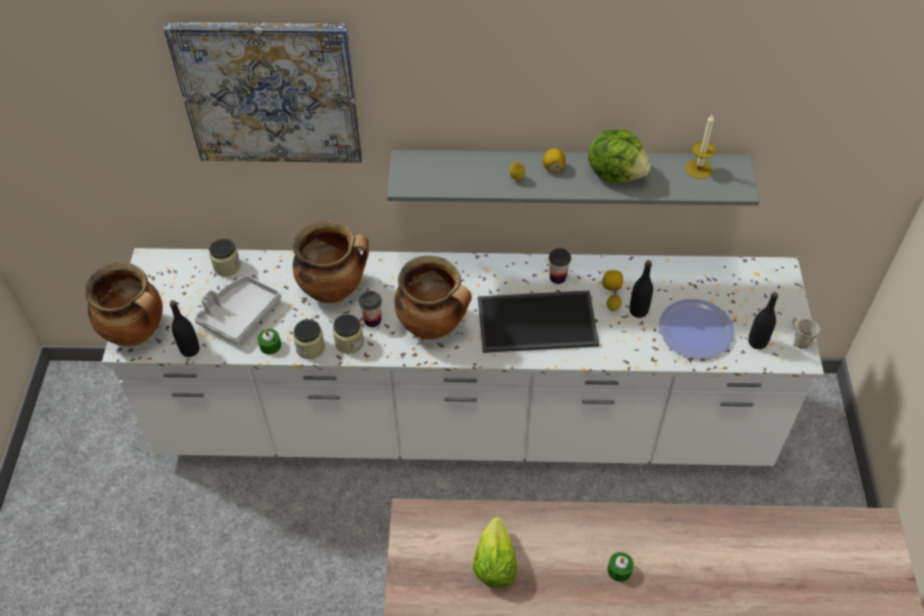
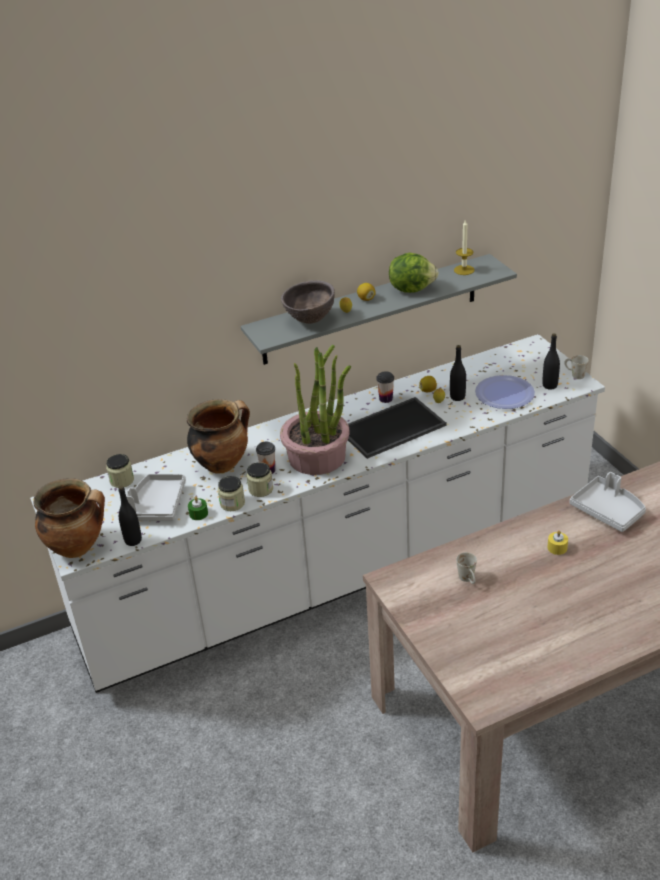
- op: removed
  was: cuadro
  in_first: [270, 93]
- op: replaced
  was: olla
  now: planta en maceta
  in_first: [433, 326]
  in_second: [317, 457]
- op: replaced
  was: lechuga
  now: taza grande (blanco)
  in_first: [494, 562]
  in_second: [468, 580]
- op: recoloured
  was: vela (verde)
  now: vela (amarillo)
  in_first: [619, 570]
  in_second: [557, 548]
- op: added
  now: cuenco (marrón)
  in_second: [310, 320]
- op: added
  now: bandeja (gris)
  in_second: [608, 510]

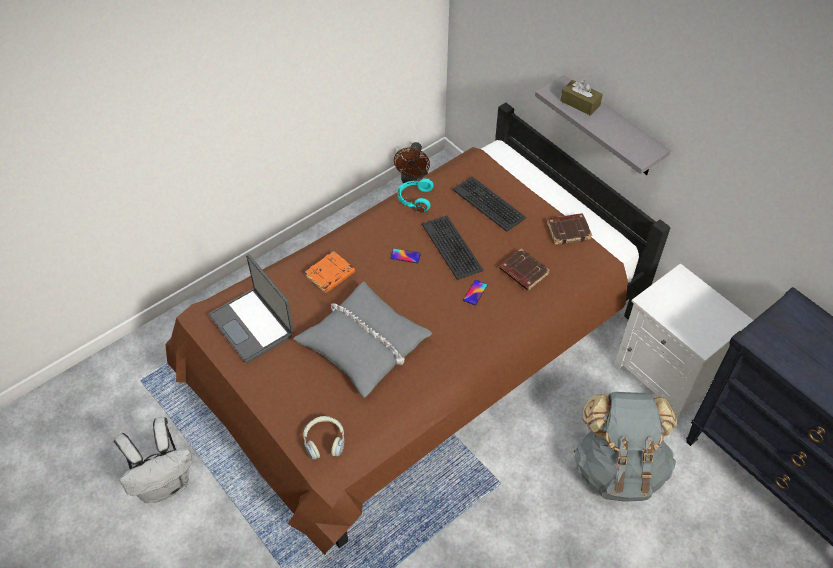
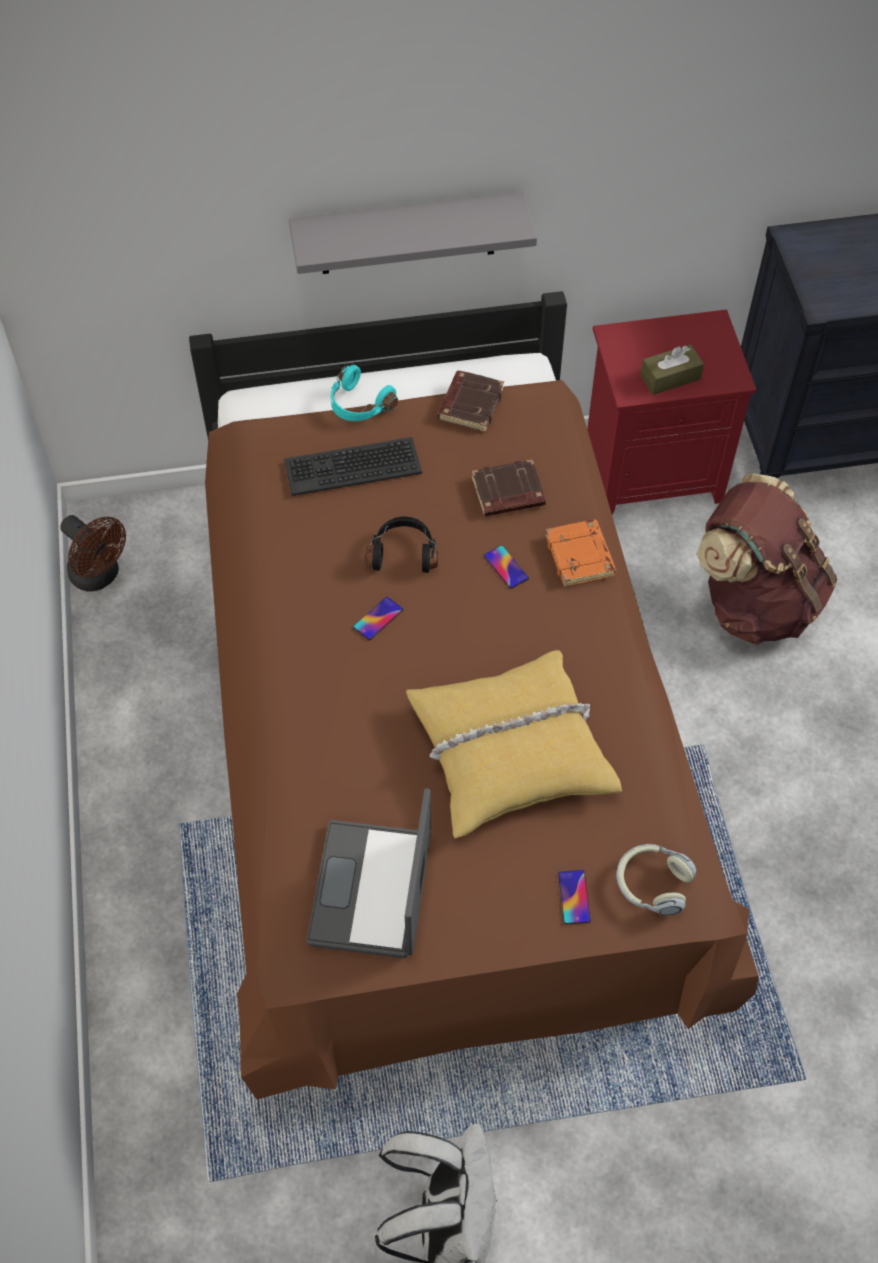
- op: moved
  was: caja de pañuelos (marrón)
  in_first: [580, 103]
  in_second: [670, 377]
- op: moved
  was: auriculares (turquesa)
  in_first: [415, 199]
  in_second: [359, 405]
- op: replaced
  was: teclado
  now: auriculares (negro)
  in_first: [452, 247]
  in_second: [403, 552]
- op: moved
  was: libro (naranja)
  in_first: [330, 275]
  in_second: [581, 557]
- op: turned
  was: portátil
  in_first: [253, 325]
  in_second: [373, 890]
  clockwise: 105
- op: recoloured
  was: mesita de noche (blanco)
  now: mesita de noche (rojo)
  in_first: [667, 376]
  in_second: [653, 471]
- op: recoloured
  was: cojín (gris)
  now: cojín (amarillo)
  in_first: [364, 344]
  in_second: [510, 751]
- op: recoloured
  was: mochila (gris)
  now: mochila (marrón)
  in_first: [618, 468]
  in_second: [754, 601]
- op: added
  now: móvil
  in_second: [574, 897]

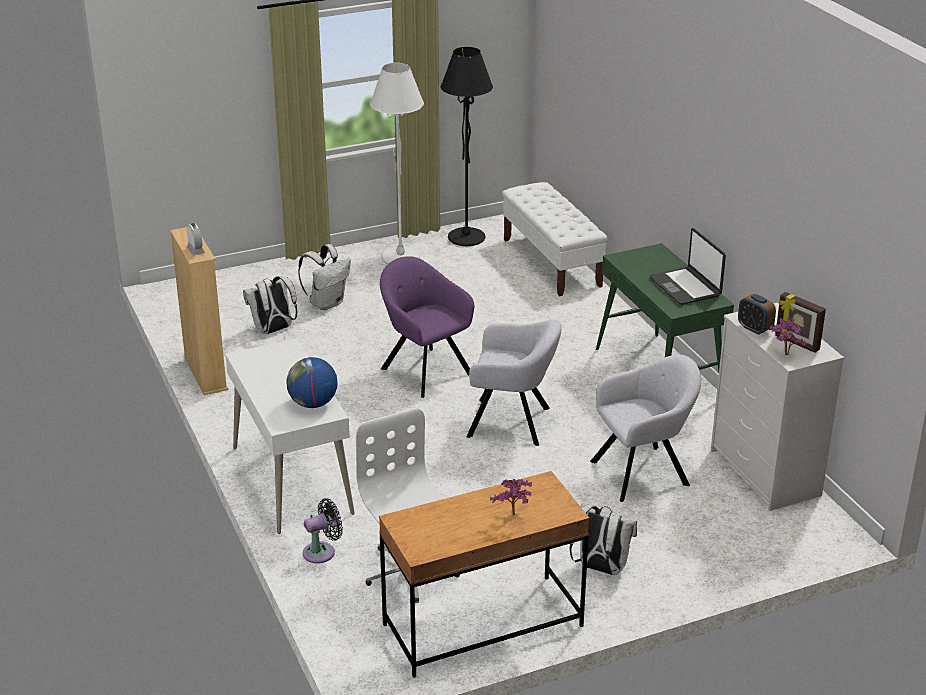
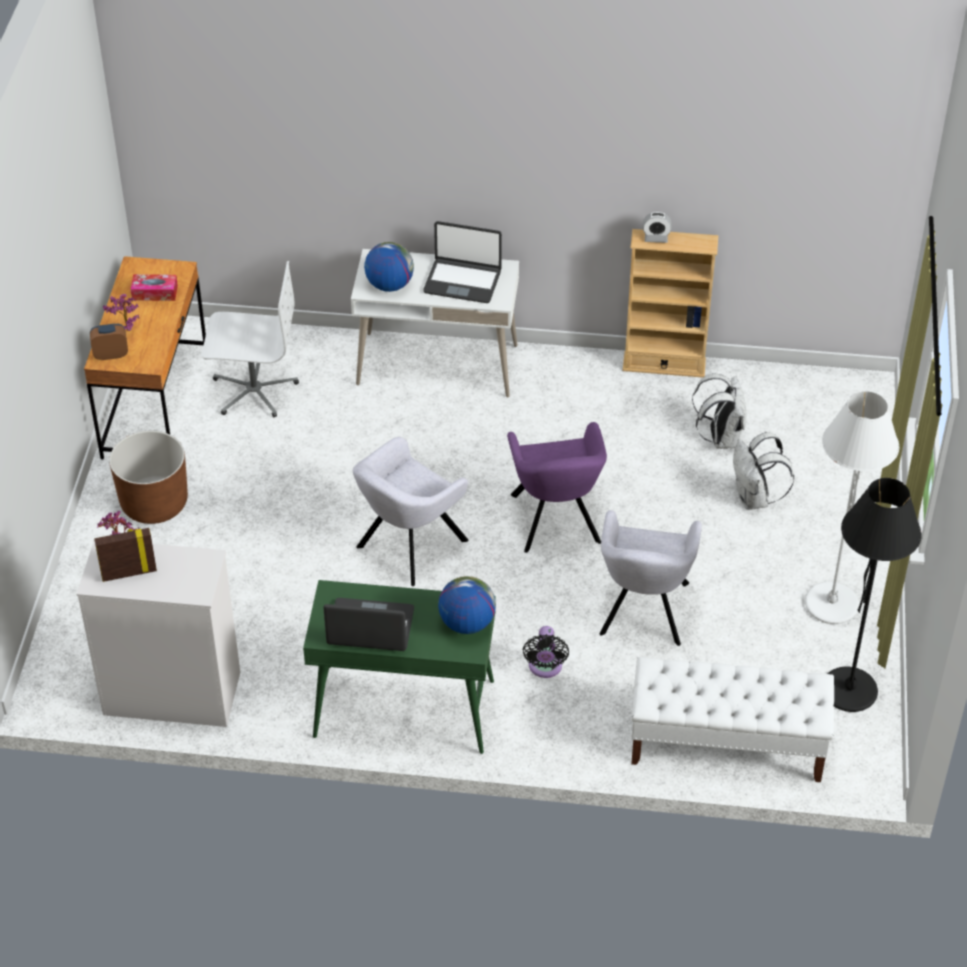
- op: turned
  was: sillón (morado)
  in_first: [424, 370]
  in_second: [556, 521]
  clockwise: 90
- op: moved
  was: despertador
  in_first: [754, 329]
  in_second: [111, 354]
- op: moved
  was: sillón (gris)
  in_first: [643, 472]
  in_second: [644, 612]
- op: moved
  was: ventilador (negro)
  in_first: [322, 552]
  in_second: [545, 668]
- op: replaced
  was: mochila (blanco)
  now: maceta (marrón)
  in_first: [600, 568]
  in_second: [154, 503]
- op: added
  now: portátil
  in_second: [462, 281]
- op: added
  now: caja de pañuelos
  in_second: [155, 293]
- op: added
  now: globo terráqueo
  in_second: [466, 623]

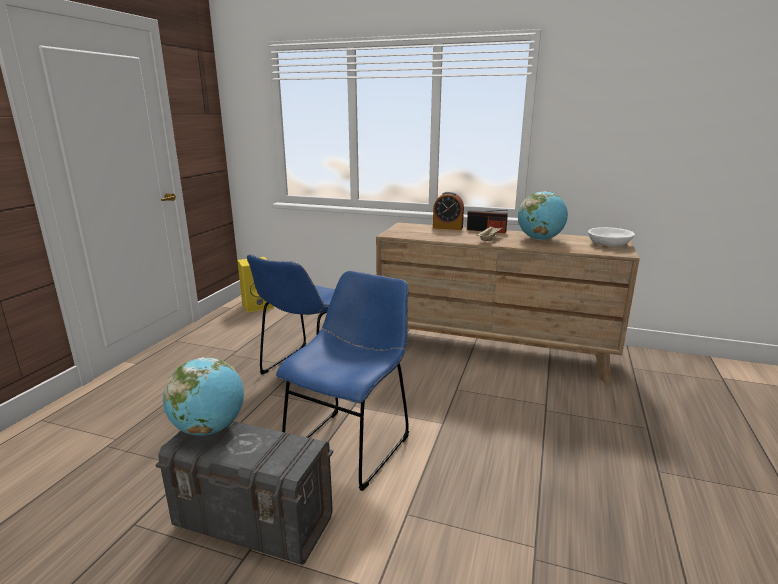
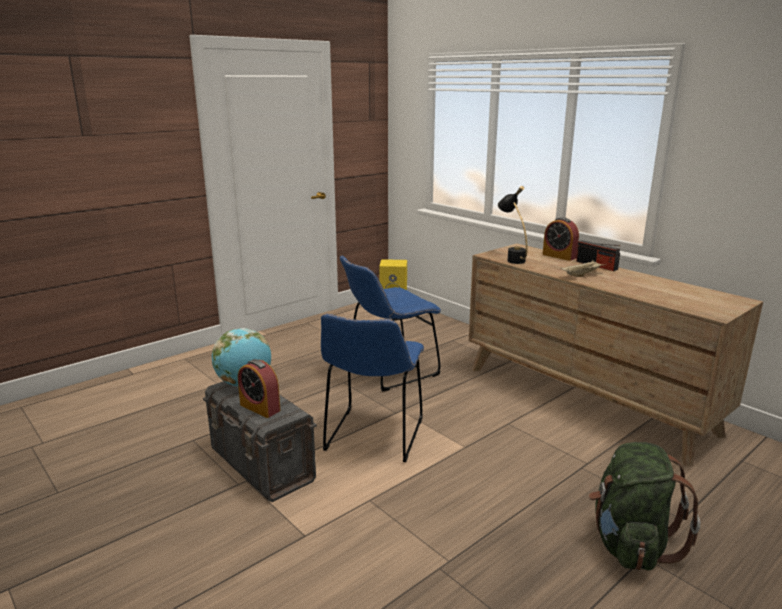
- op: removed
  was: globo terráqueo
  in_first: [540, 239]
- op: removed
  was: cuenco (blanco)
  in_first: [609, 244]
- op: turned
  was: silla (azul)
  in_first: [351, 443]
  in_second: [373, 438]
  clockwise: 135
- op: added
  now: lámpara de mesa (negro)
  in_second: [512, 259]
- op: added
  now: despertador
  in_second: [260, 407]
- op: added
  now: mochila (verde)
  in_second: [630, 544]

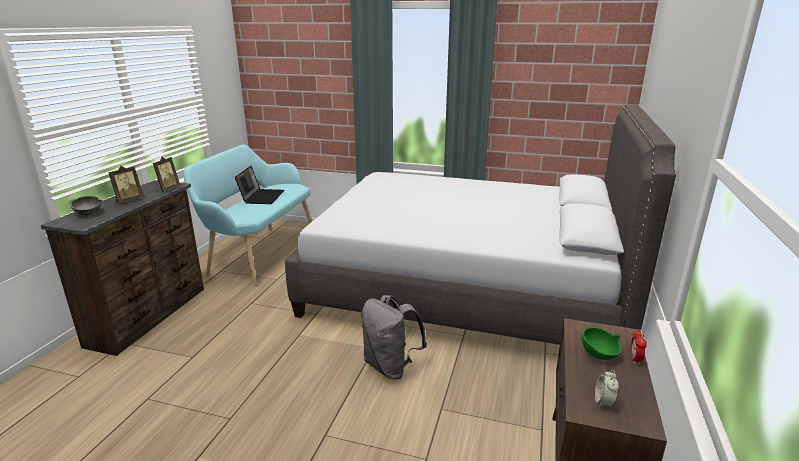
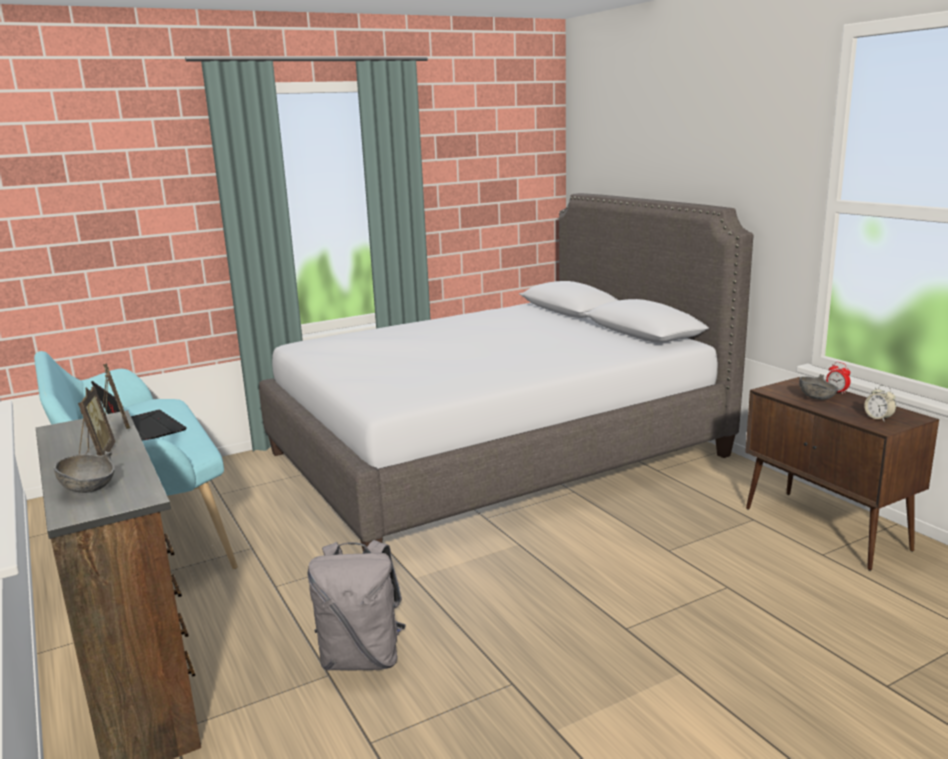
- op: moved
  was: mochila (gris)
  in_first: [390, 366]
  in_second: [362, 658]
- op: recoloured
  was: cuenco (verde)
  now: cuenco (gris)
  in_first: [599, 354]
  in_second: [817, 398]

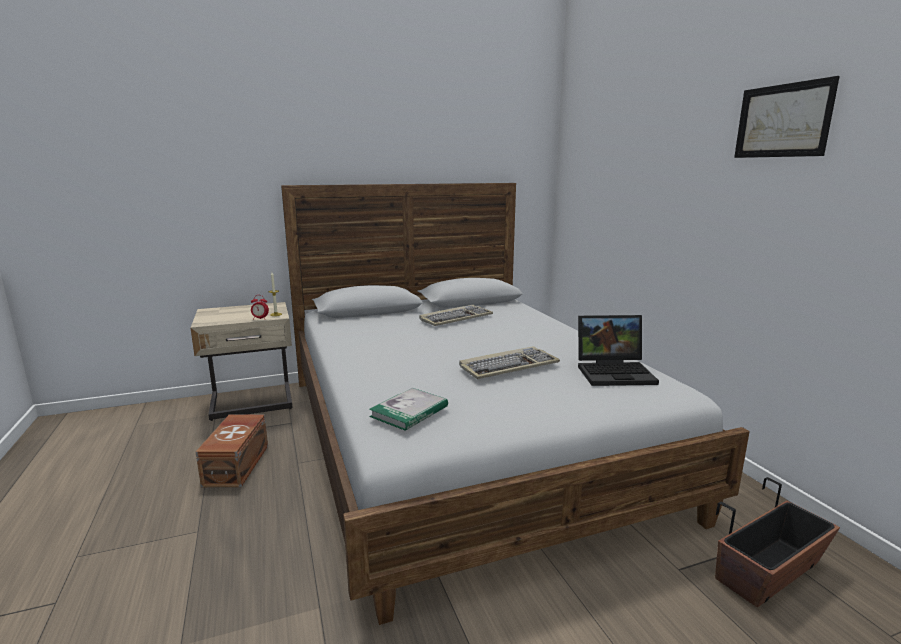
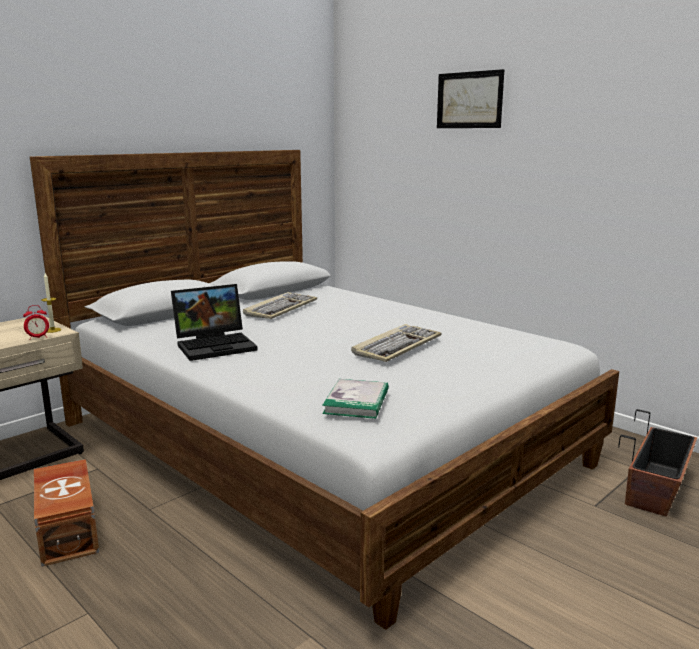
- op: moved
  was: cuadro
  in_first: [782, 121]
  in_second: [469, 100]
- op: moved
  was: portátil
  in_first: [615, 372]
  in_second: [216, 345]

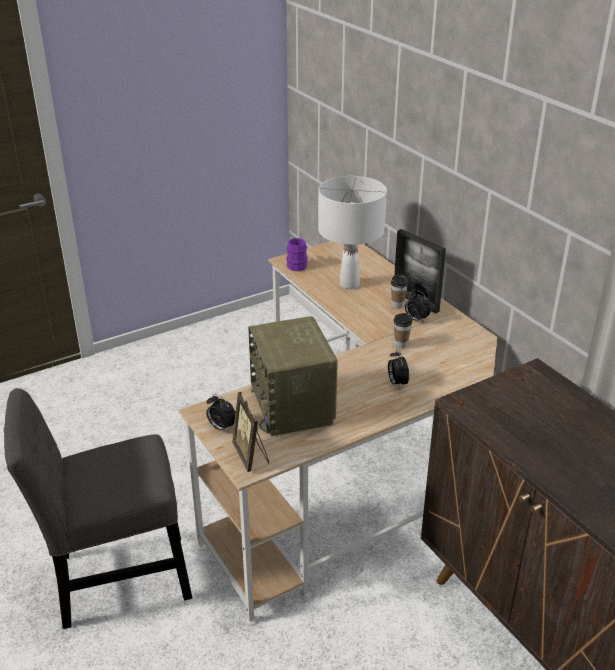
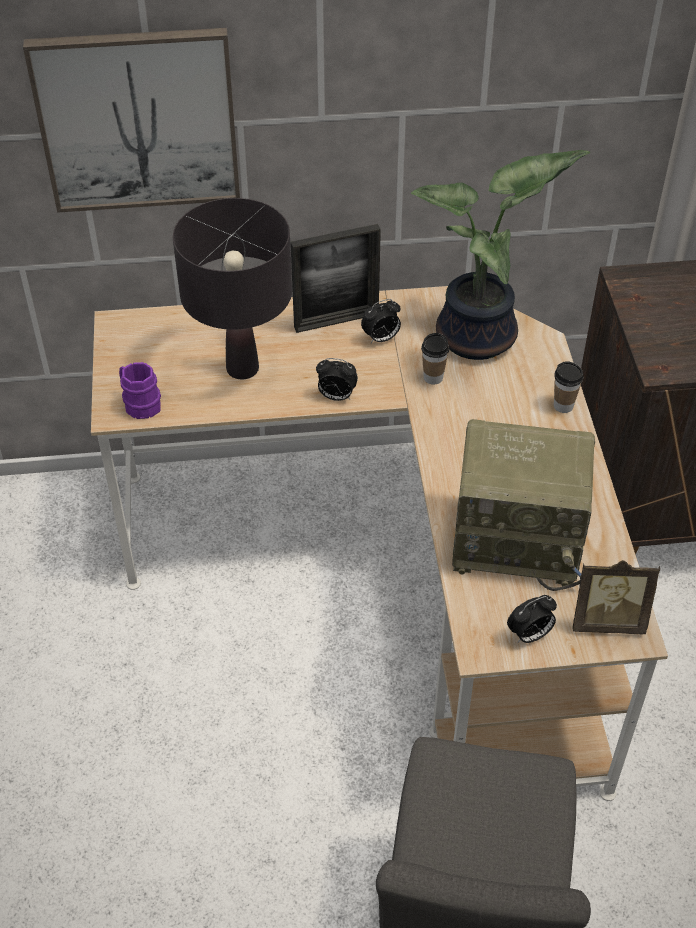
- op: recoloured
  was: lámpara de mesa (blanco)
  now: lámpara de mesa (negro)
  in_first: [349, 284]
  in_second: [242, 369]
- op: moved
  was: taza
  in_first: [397, 305]
  in_second: [563, 406]
- op: moved
  was: despertador
  in_first: [397, 383]
  in_second: [336, 396]
- op: added
  now: cuadro
  in_second: [138, 120]
- op: added
  now: planta en maceta
  in_second: [481, 339]

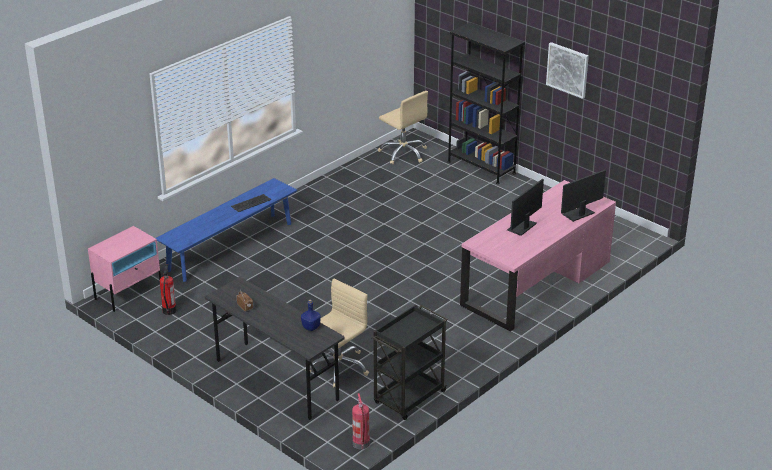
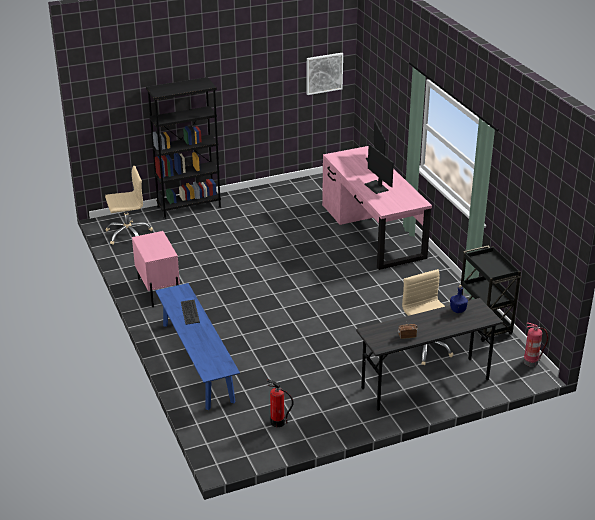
- op: moved
  was: cuadro
  in_first: [567, 69]
  in_second: [324, 73]
- op: moved
  was: mesita de noche (rosa)
  in_first: [129, 292]
  in_second: [158, 289]

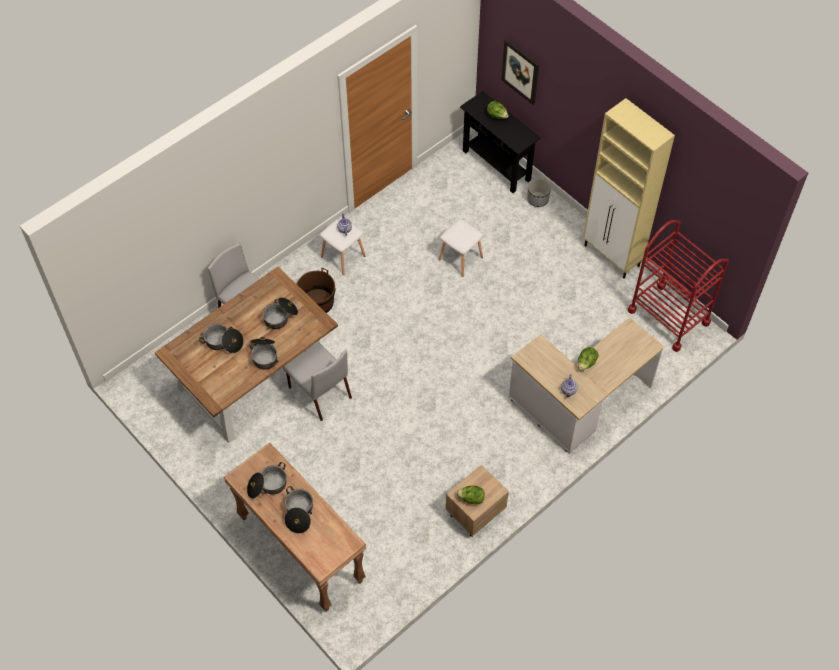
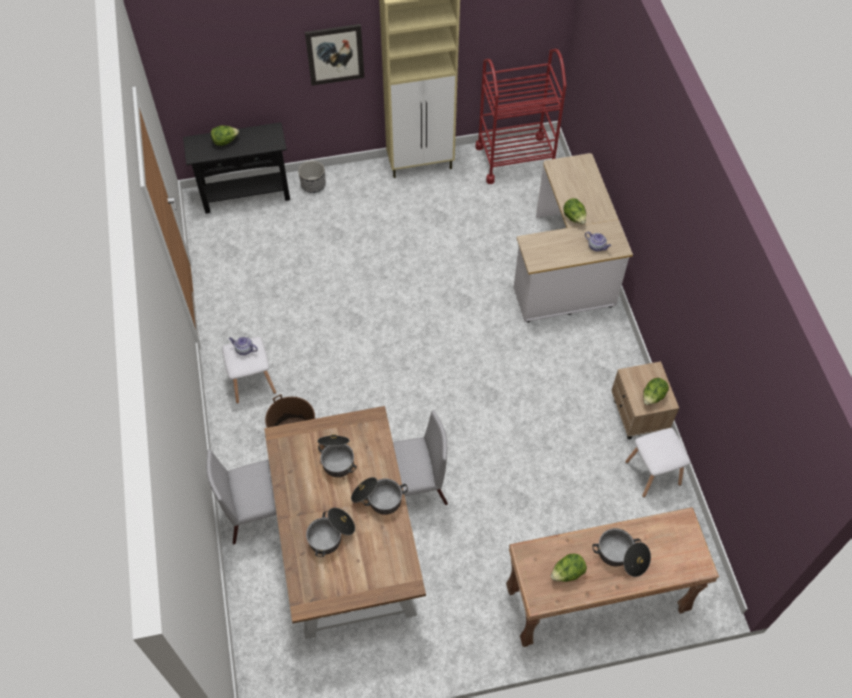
- op: moved
  was: cuadro
  in_first: [520, 71]
  in_second: [335, 54]
- op: moved
  was: taburete (blanco)
  in_first: [460, 259]
  in_second: [653, 473]
- op: replaced
  was: olla
  now: lechuga
  in_first: [267, 486]
  in_second: [567, 573]

